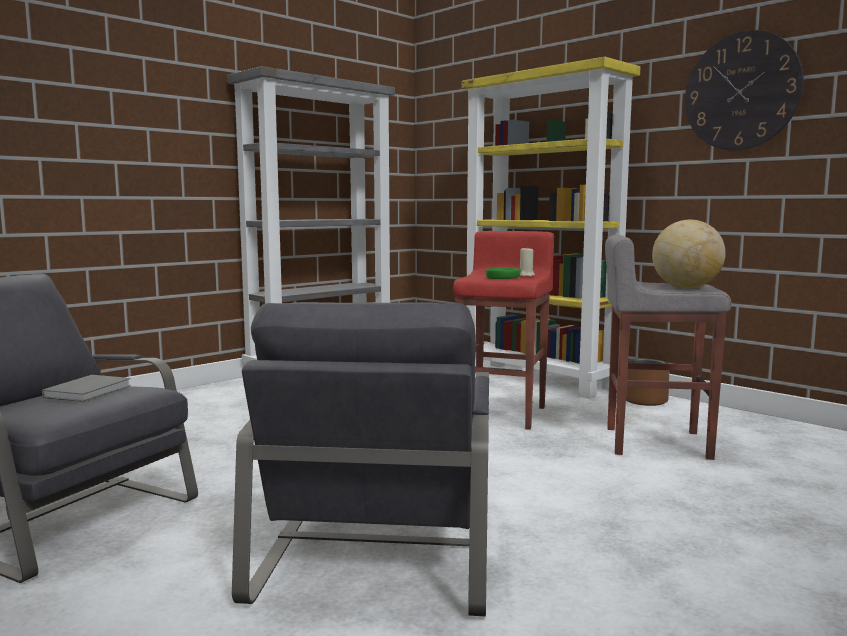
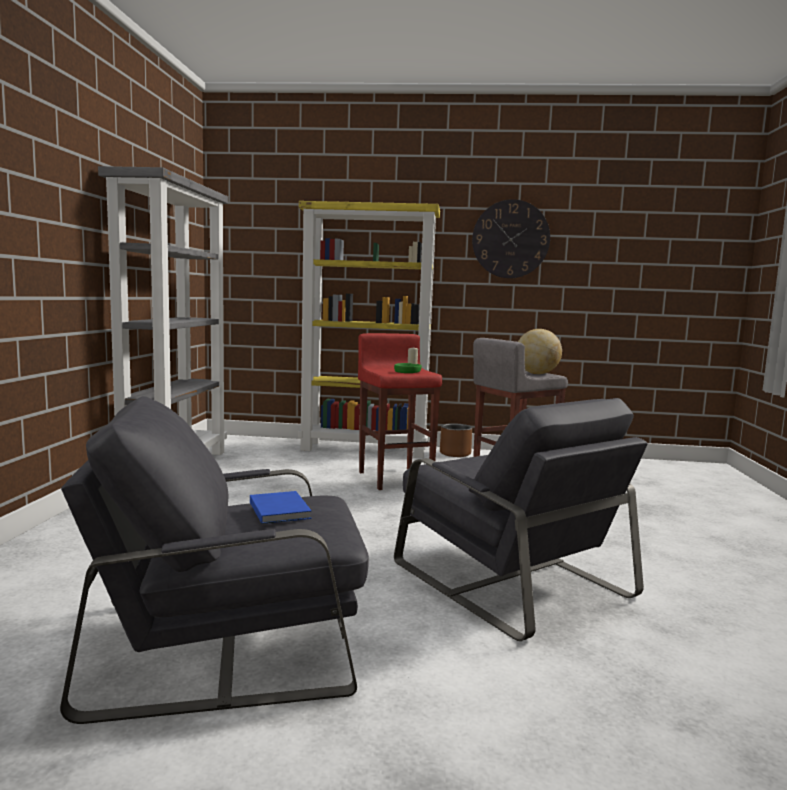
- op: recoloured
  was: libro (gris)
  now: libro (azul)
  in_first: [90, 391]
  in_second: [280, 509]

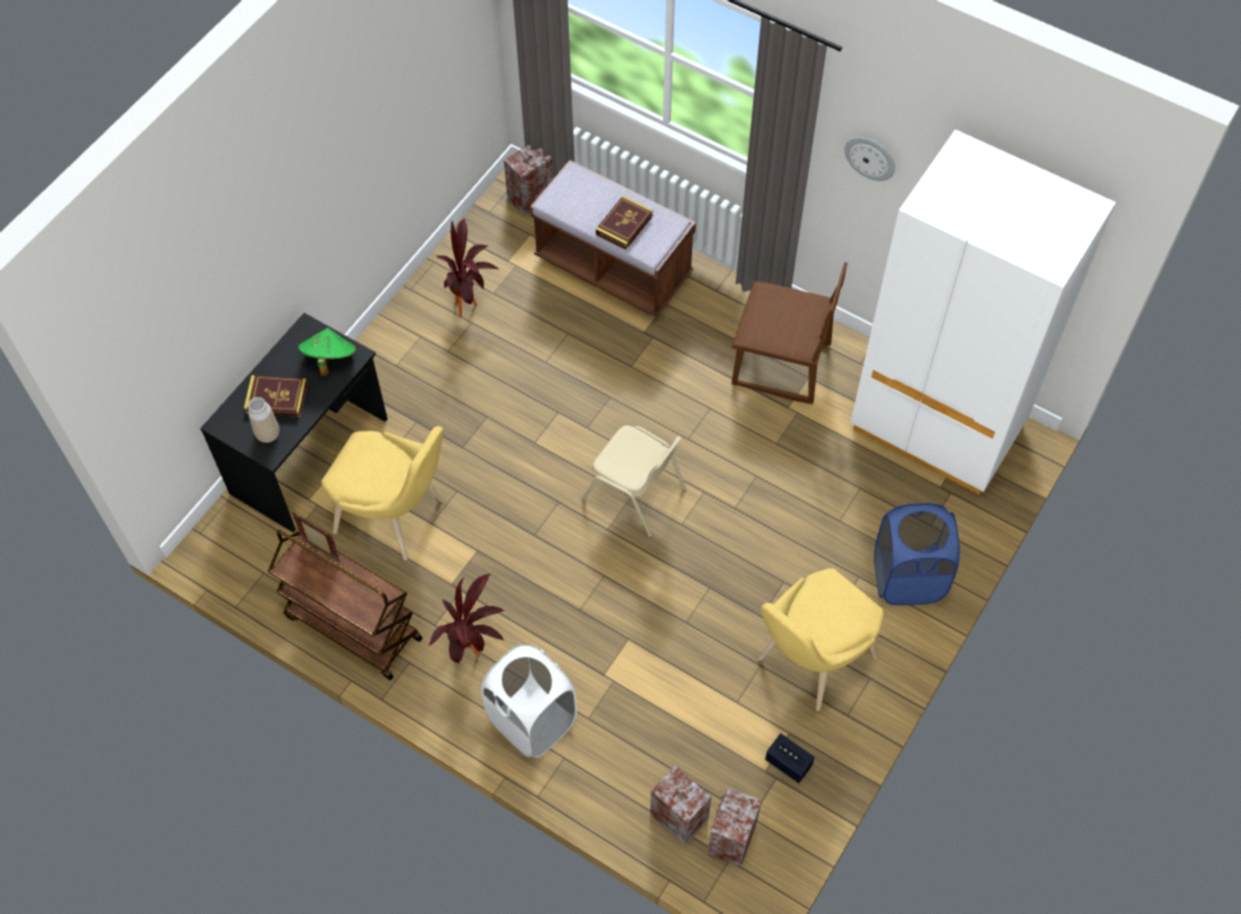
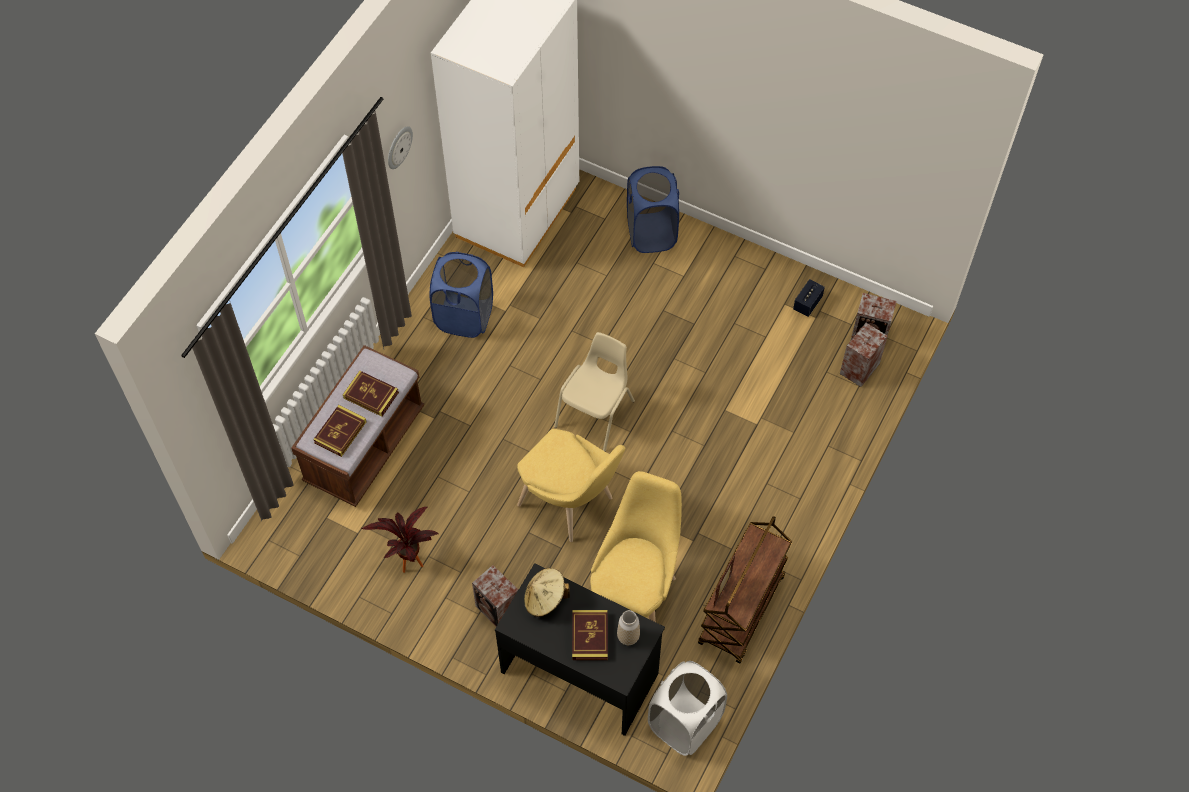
- op: moved
  was: altavoz
  in_first: [529, 198]
  in_second: [498, 610]
- op: replaced
  was: silla (marrón)
  now: cesto de la ropa (azul)
  in_first: [781, 365]
  in_second: [464, 317]
- op: recoloured
  was: sombrero (verde)
  now: sombrero (beis)
  in_first: [329, 359]
  in_second: [545, 599]
- op: moved
  was: silla (amarillo)
  in_first: [810, 662]
  in_second: [571, 504]
- op: removed
  was: planta en maceta
  in_first: [473, 653]
- op: moved
  was: cesto de la ropa (blanco)
  in_first: [532, 721]
  in_second: [684, 723]
- op: added
  now: libro
  in_second: [340, 432]

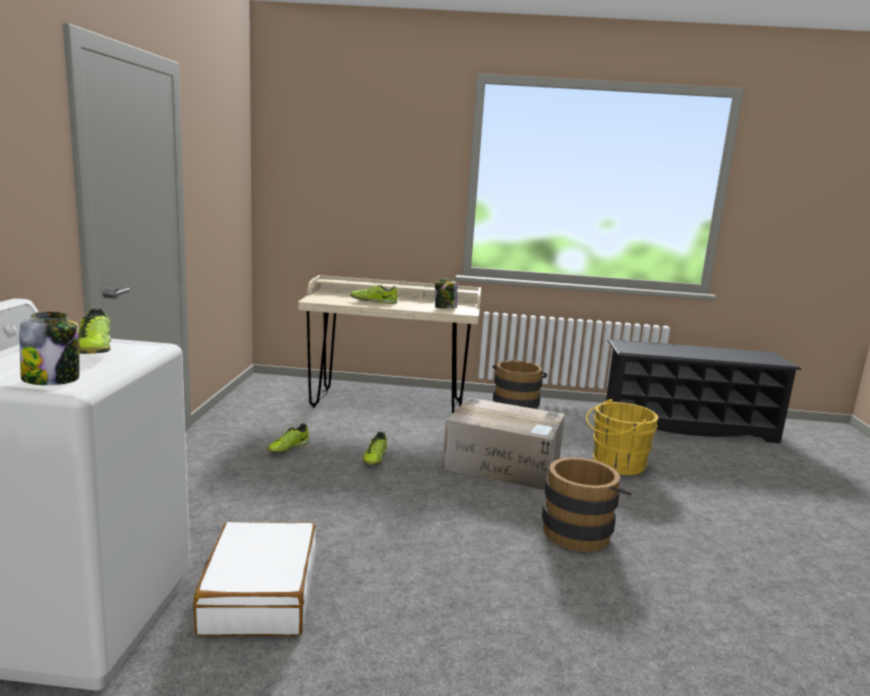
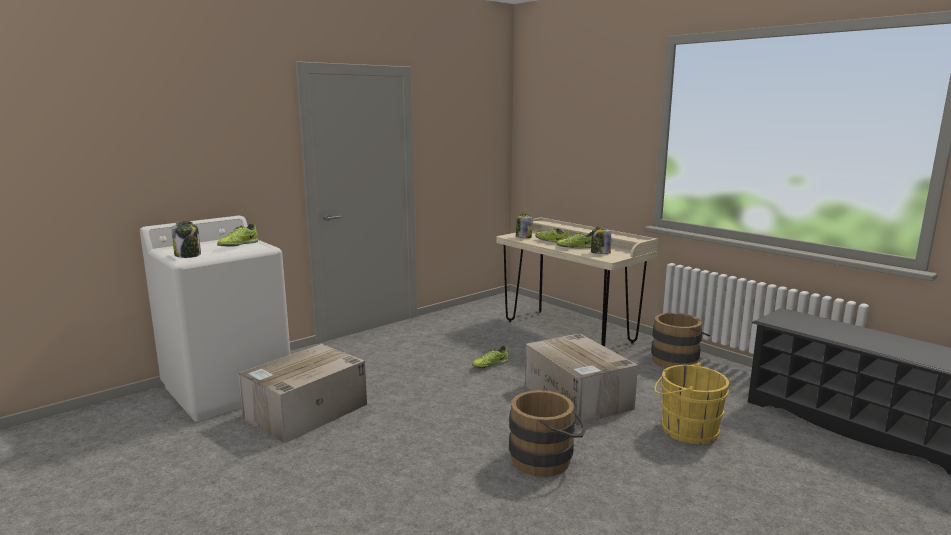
- op: moved
  was: zapato
  in_first: [288, 448]
  in_second: [575, 247]
- op: replaced
  was: maleta (blanco)
  now: caja de cartón
  in_first: [259, 595]
  in_second: [305, 412]
- op: added
  now: tarro
  in_second: [523, 237]

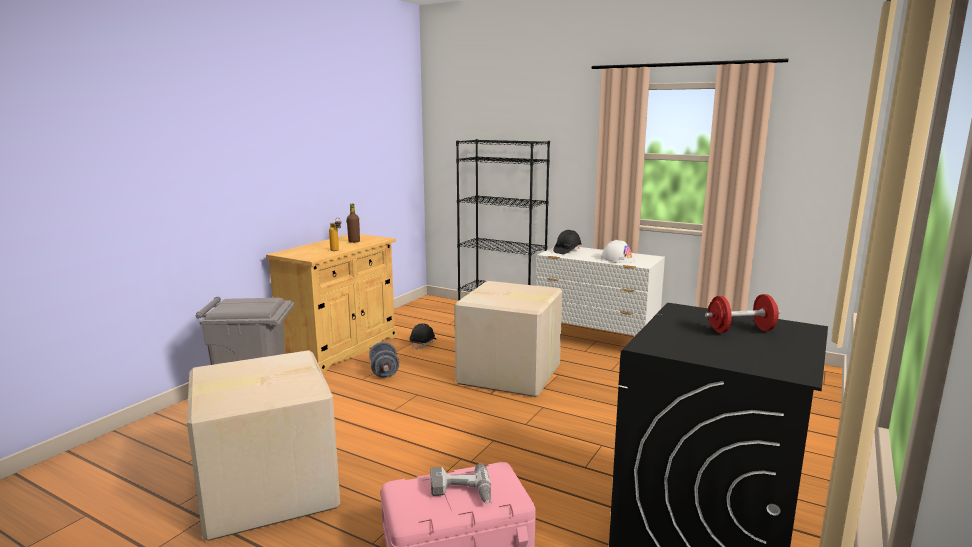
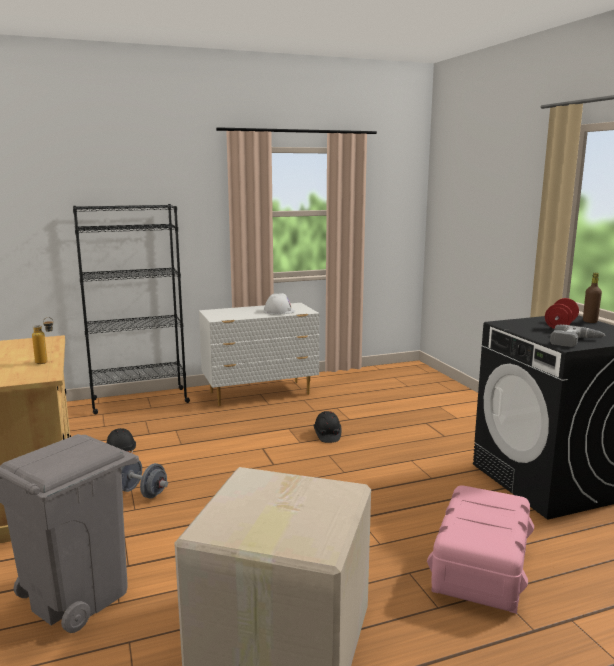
- op: moved
  was: botella (marrón)
  in_first: [354, 241]
  in_second: [590, 321]
- op: moved
  was: casco (negro)
  in_first: [567, 251]
  in_second: [327, 435]
- op: removed
  was: caja de cartón
  in_first: [510, 375]
- op: moved
  was: taladro
  in_first: [461, 493]
  in_second: [575, 342]

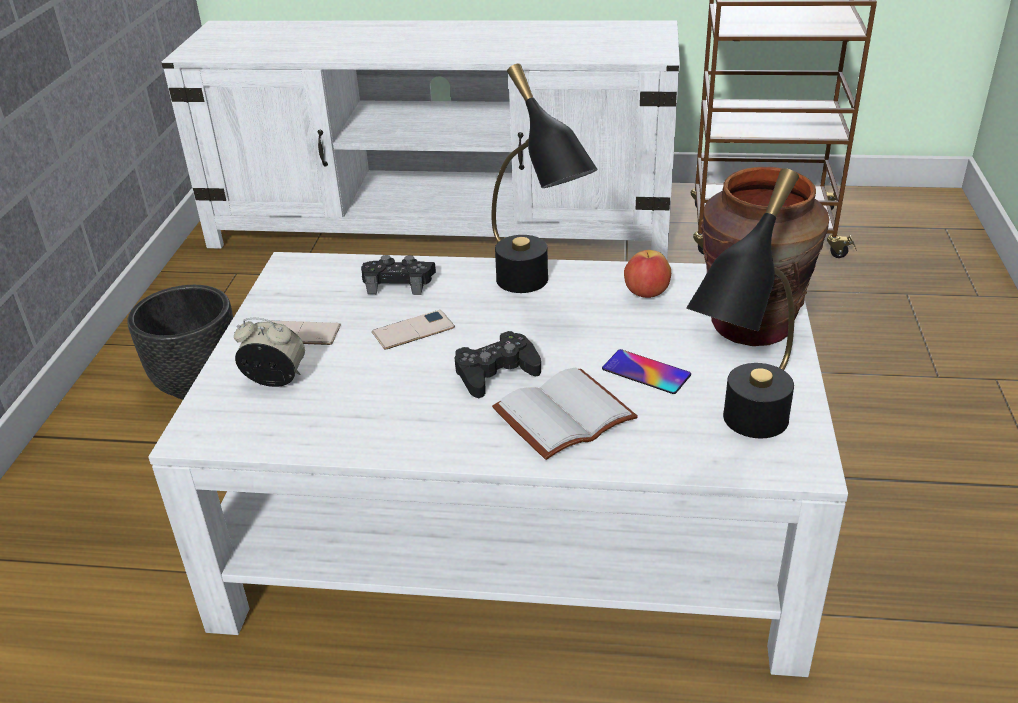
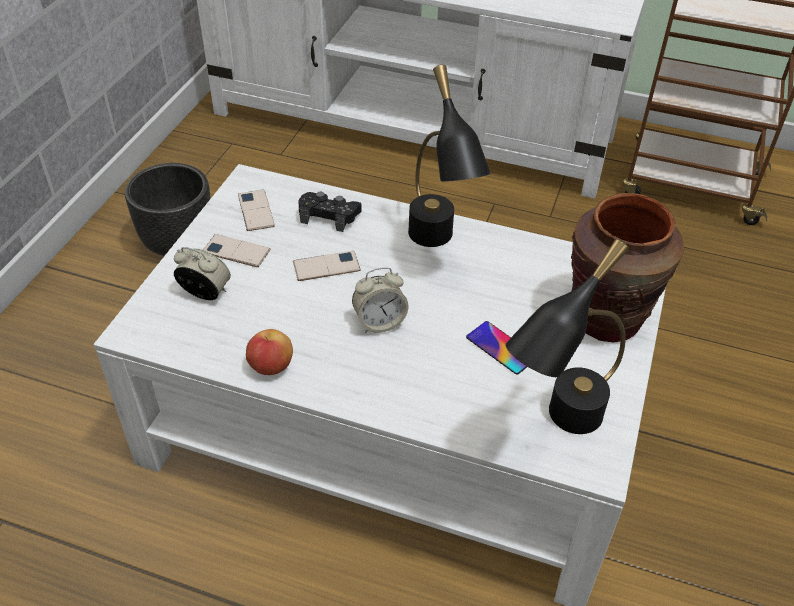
- op: moved
  was: manzana
  in_first: [646, 293]
  in_second: [271, 366]
- op: replaced
  was: mando de consola (negro)
  now: despertador
  in_first: [496, 372]
  in_second: [379, 322]
- op: removed
  was: libro (blanco)
  in_first: [563, 413]
- op: added
  now: móvil
  in_second: [256, 210]

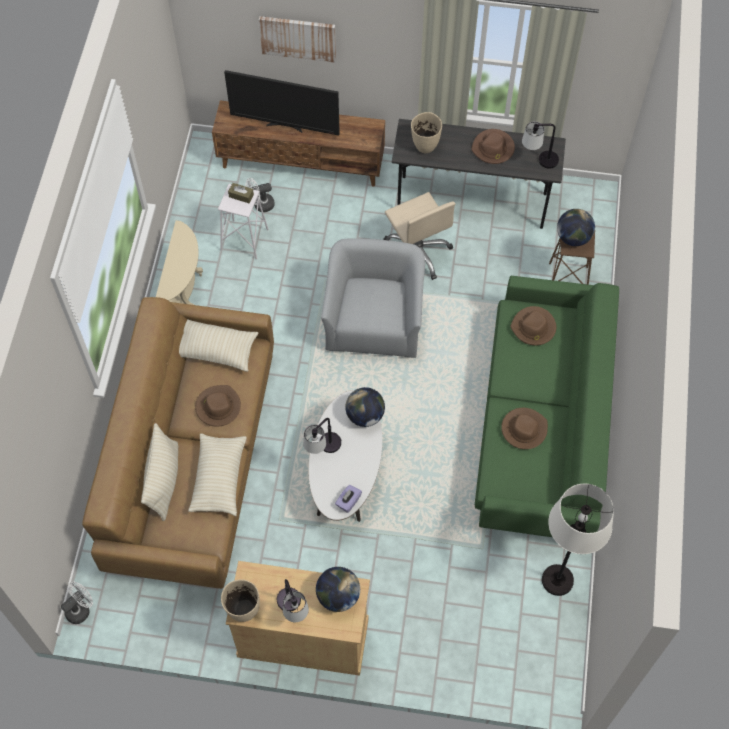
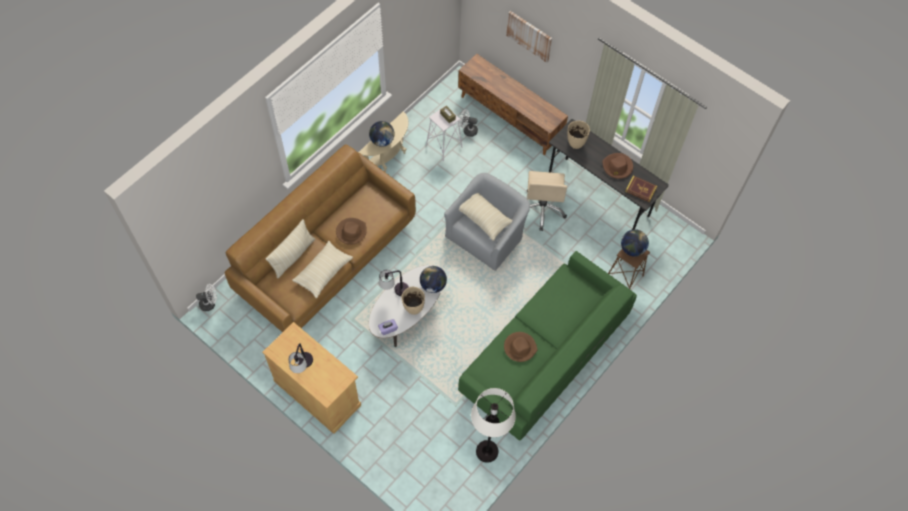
- op: removed
  was: televisor
  in_first: [285, 126]
- op: replaced
  was: lámpara de mesa
  now: libro
  in_first: [538, 161]
  in_second: [640, 190]
- op: removed
  was: sombrero (marrón)
  in_first: [533, 327]
- op: moved
  was: cojín (beis)
  in_first: [215, 350]
  in_second: [483, 218]
- op: moved
  was: globo terráqueo
  in_first: [338, 596]
  in_second: [382, 141]
- op: moved
  was: florero (beis)
  in_first: [243, 611]
  in_second: [413, 308]

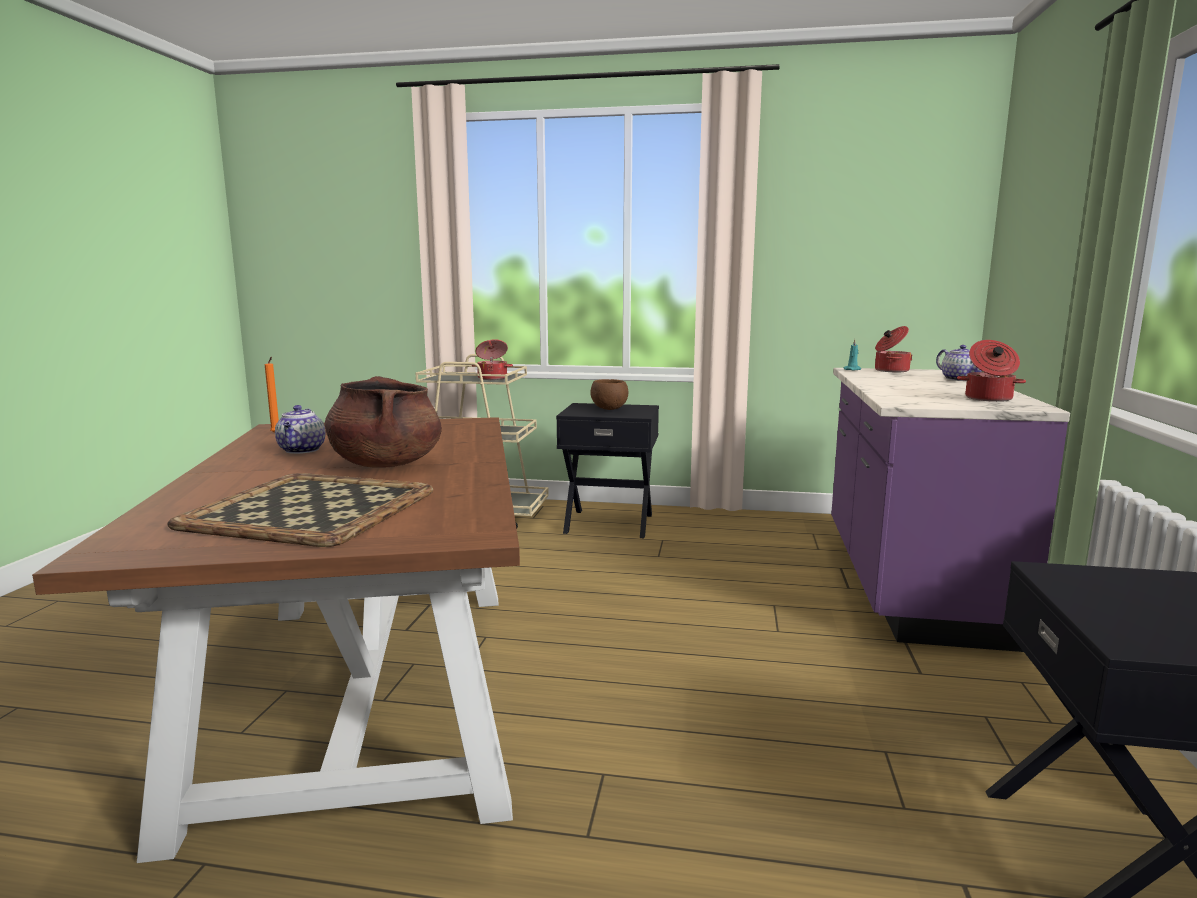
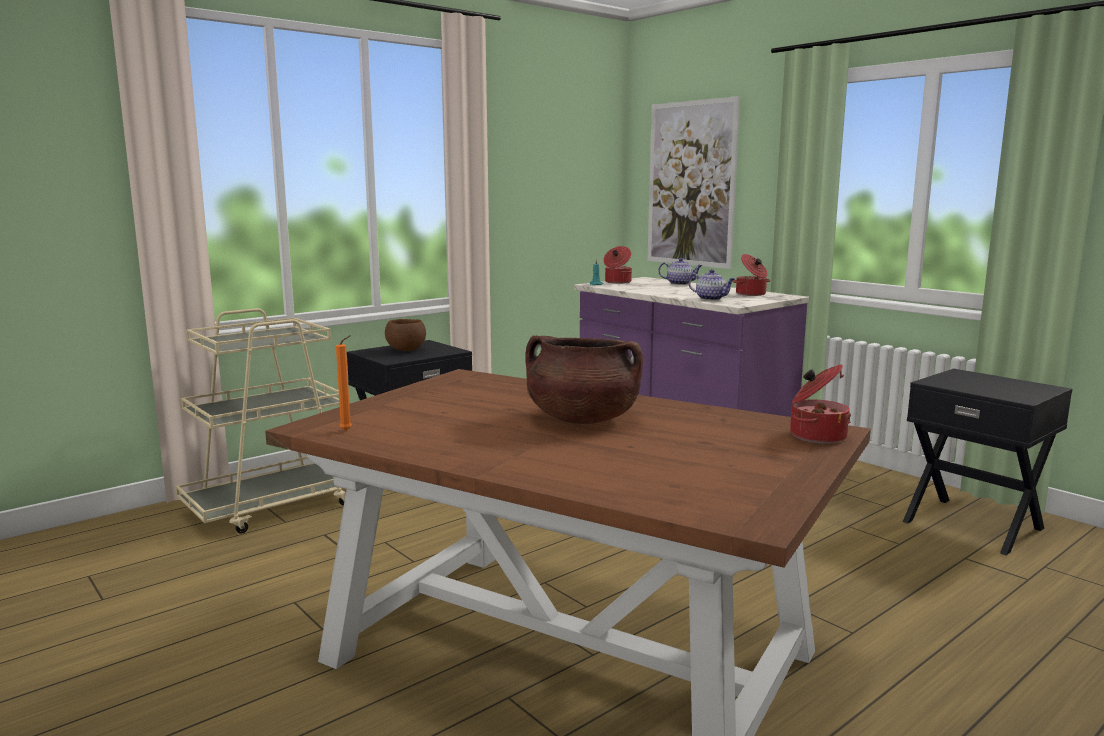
- op: moved
  was: olla
  in_first: [492, 378]
  in_second: [816, 435]
- op: moved
  was: tetera
  in_first: [302, 450]
  in_second: [711, 299]
- op: removed
  was: bandeja
  in_first: [313, 508]
- op: added
  now: cuadro
  in_second: [691, 184]

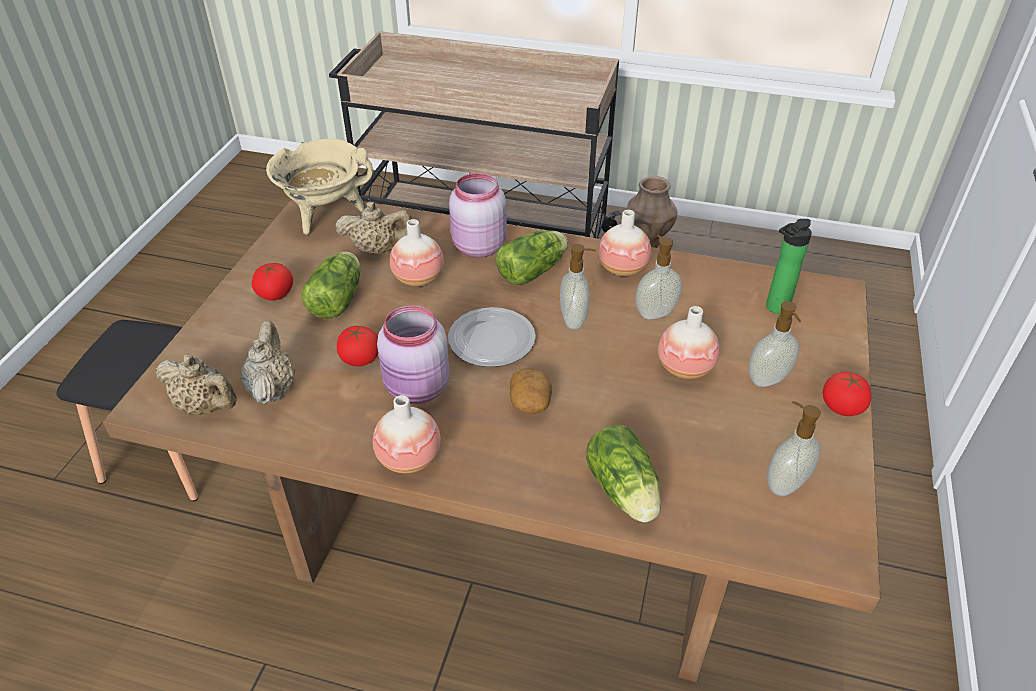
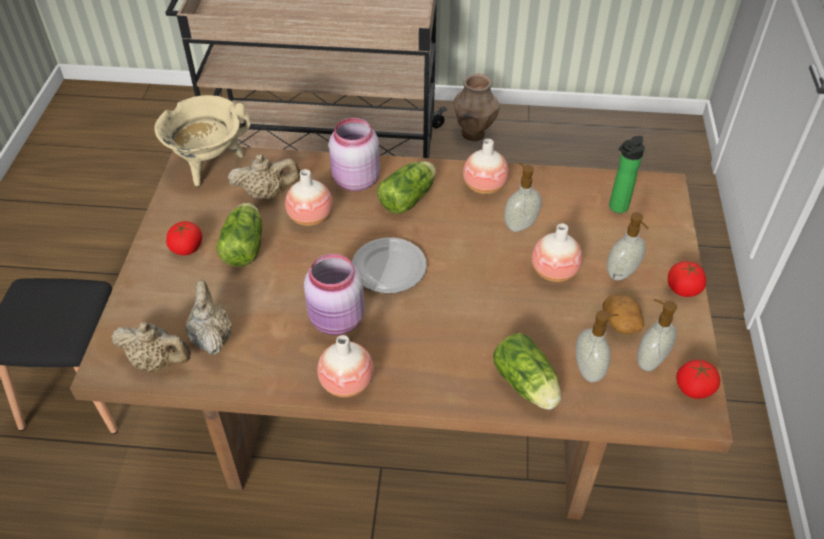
- op: moved
  was: dispensador de jabón
  in_first: [574, 319]
  in_second: [589, 370]
- op: moved
  was: tomate
  in_first: [360, 359]
  in_second: [694, 389]
- op: moved
  was: patata
  in_first: [530, 402]
  in_second: [621, 323]

